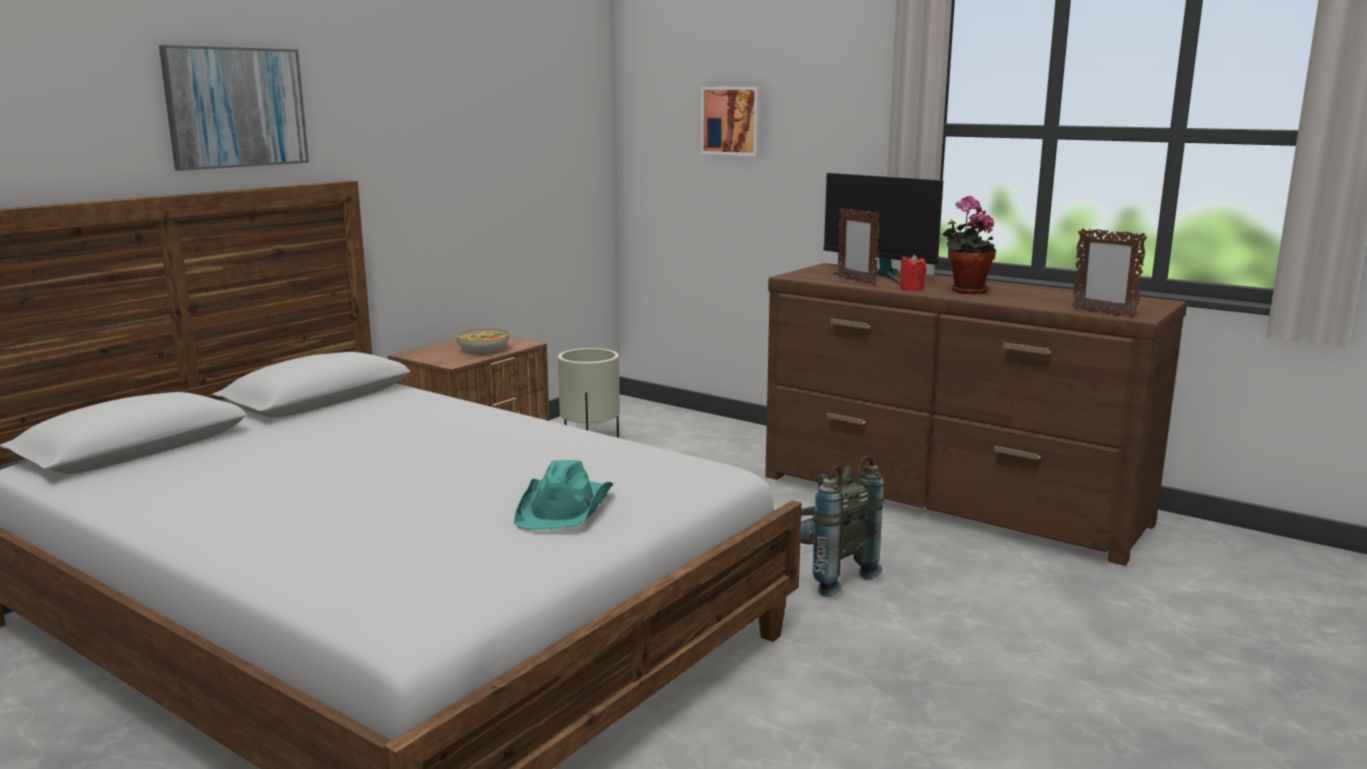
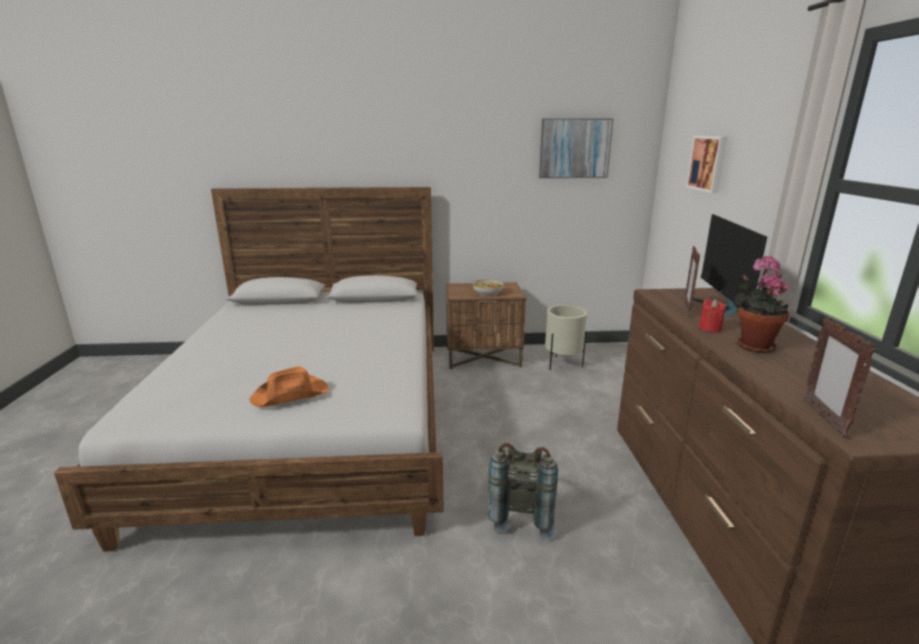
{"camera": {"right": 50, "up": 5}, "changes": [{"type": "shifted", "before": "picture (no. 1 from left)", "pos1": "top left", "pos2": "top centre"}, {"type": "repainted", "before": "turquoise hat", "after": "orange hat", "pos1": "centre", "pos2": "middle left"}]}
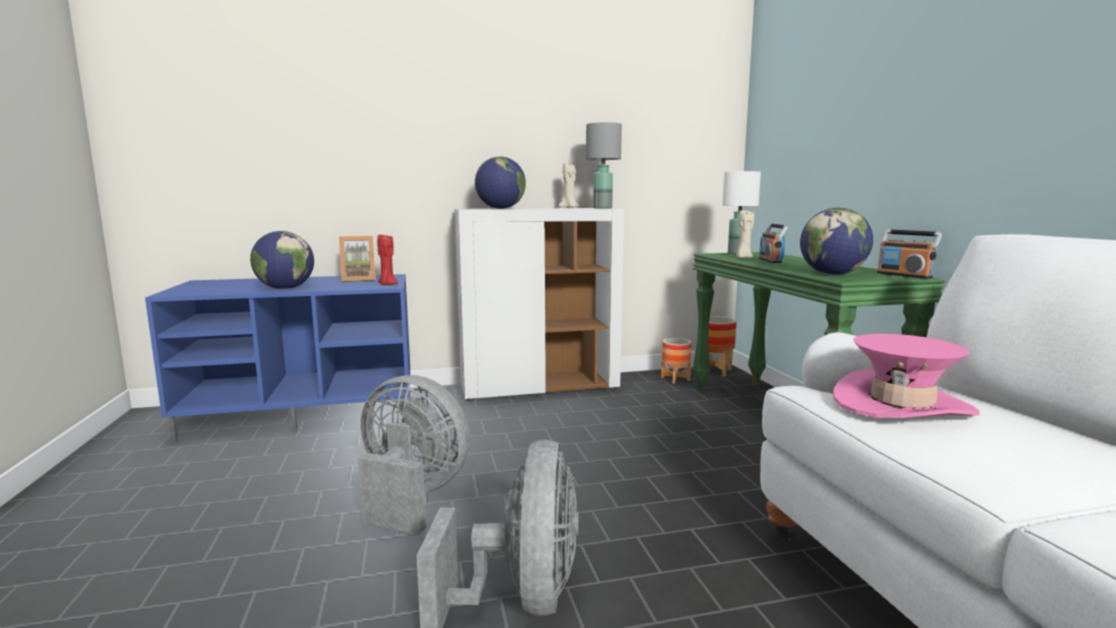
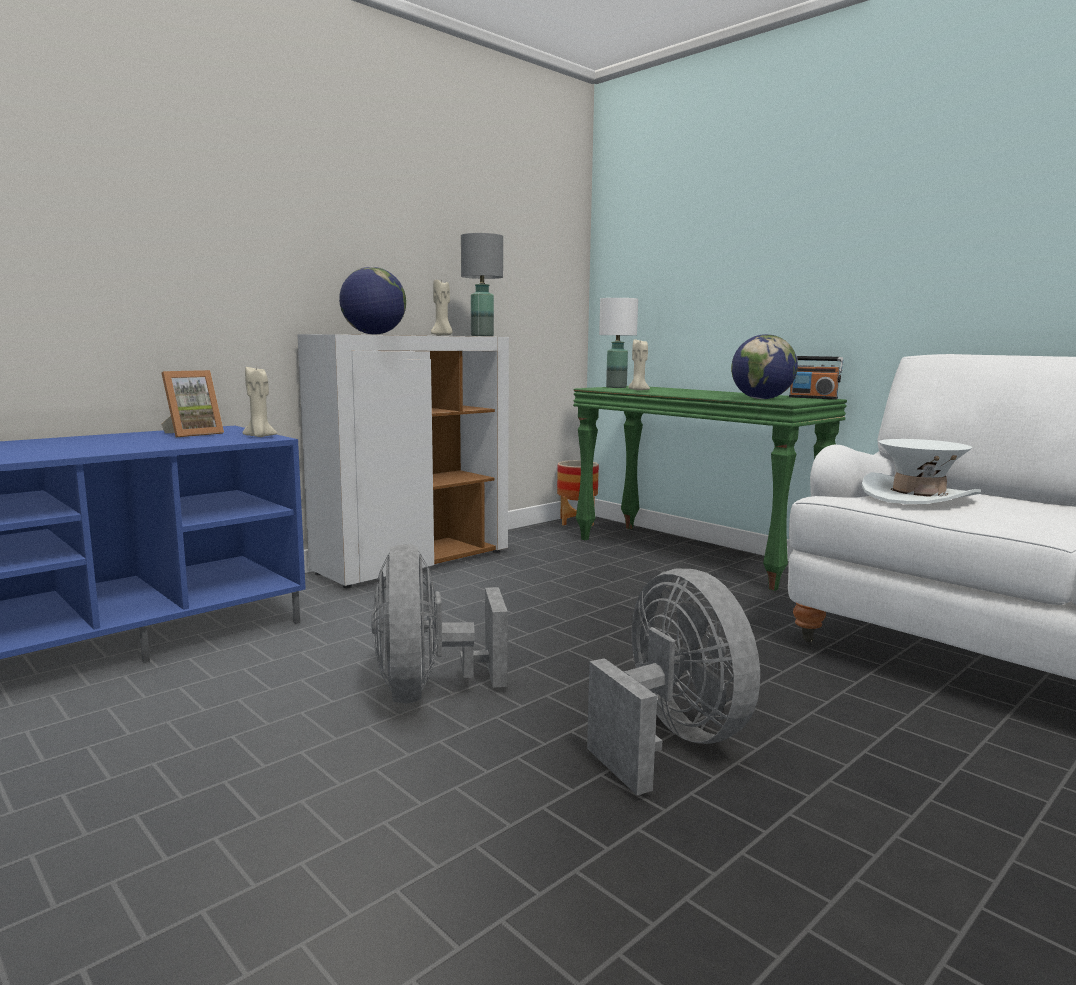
{"camera": {"right": -30, "up": 0}, "changes": [{"type": "gone", "before": "globe (no. 1 from left)", "pos1": "middle left"}, {"type": "gone", "before": "planter (no. 1 from left)", "pos1": "centre"}, {"type": "gone", "before": "radio (no. 1 from left)", "pos1": "middle right"}, {"type": "repainted", "before": "red candle", "after": "beige candle (no. 1 from left)", "pos1": "centre", "pos2": "middle left"}, {"type": "repainted", "before": "pink hat", "after": "white hat", "pos1": "middle right", "pos2": "middle right"}, {"type": "rotated", "before": "grey fan (no. 1 from left)", "pos1": "bottom centre", "pos2": "centre", "turn": -90}]}
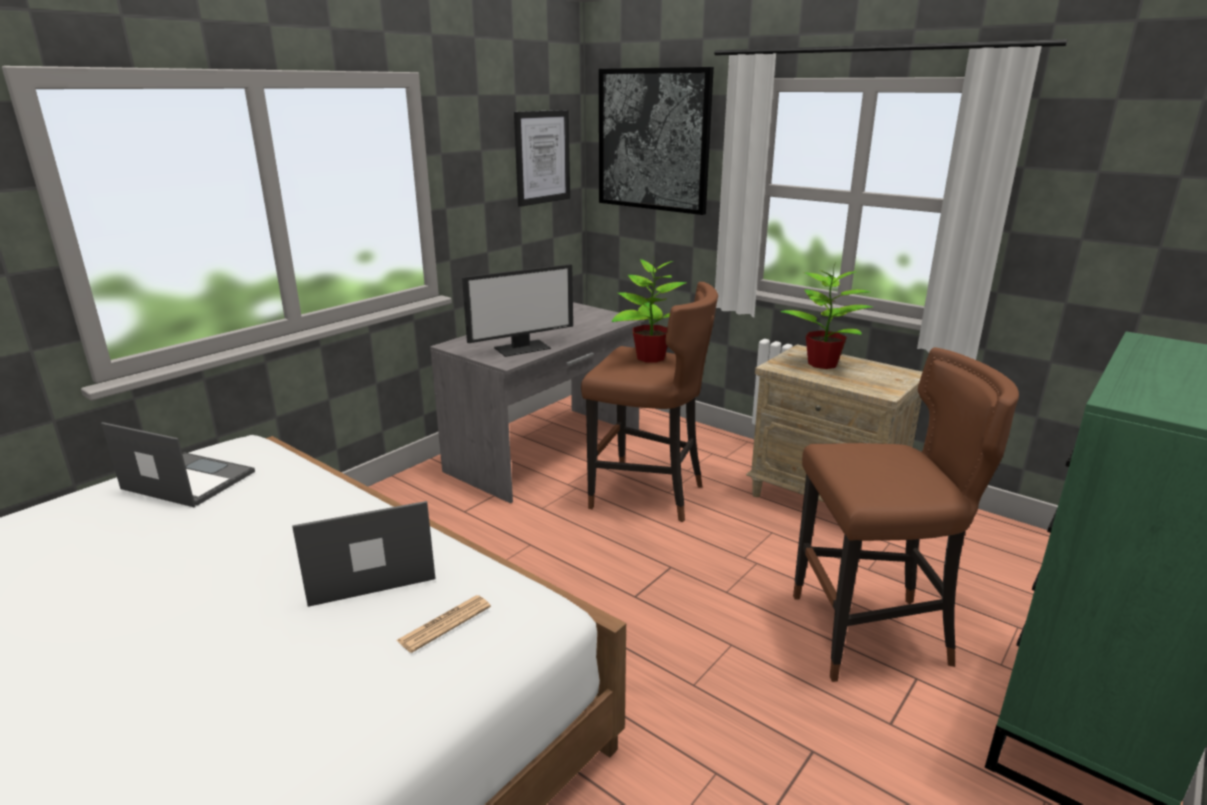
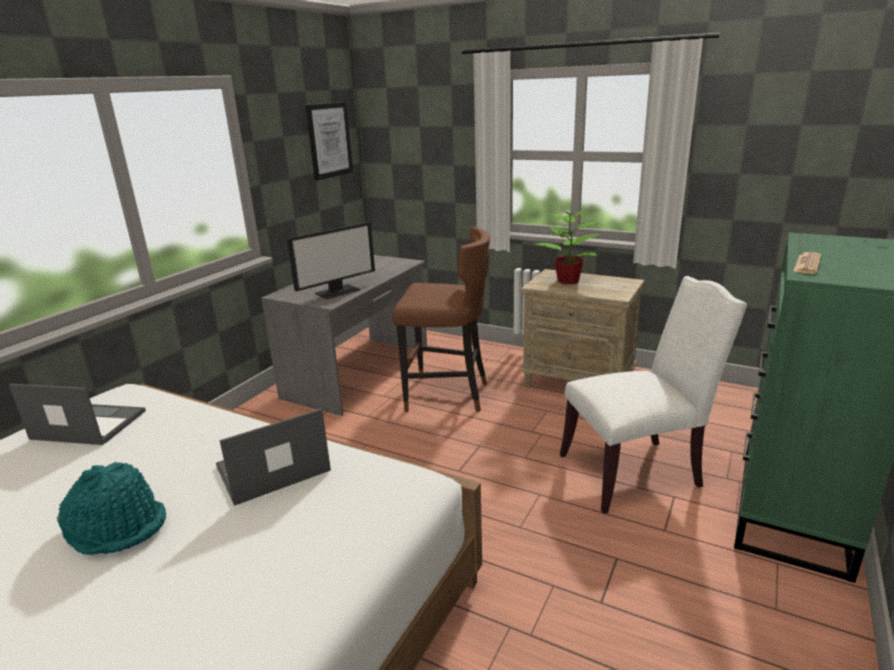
{"camera": {"right": -10, "up": 0}, "changes": [{"type": "gone", "before": "picture (no. 2 from left)", "pos1": "top centre"}, {"type": "gone", "before": "potted plant (no. 1 from left)", "pos1": "centre"}, {"type": "new", "after": "turquoise hat", "pos2": "bottom left"}, {"type": "shifted", "before": "newspaper", "pos1": "bottom centre", "pos2": "middle right"}, {"type": "swapped", "before": "brown stool (no. 2 from left)", "after": "white chair", "pos1": "middle right", "pos2": "middle right"}]}
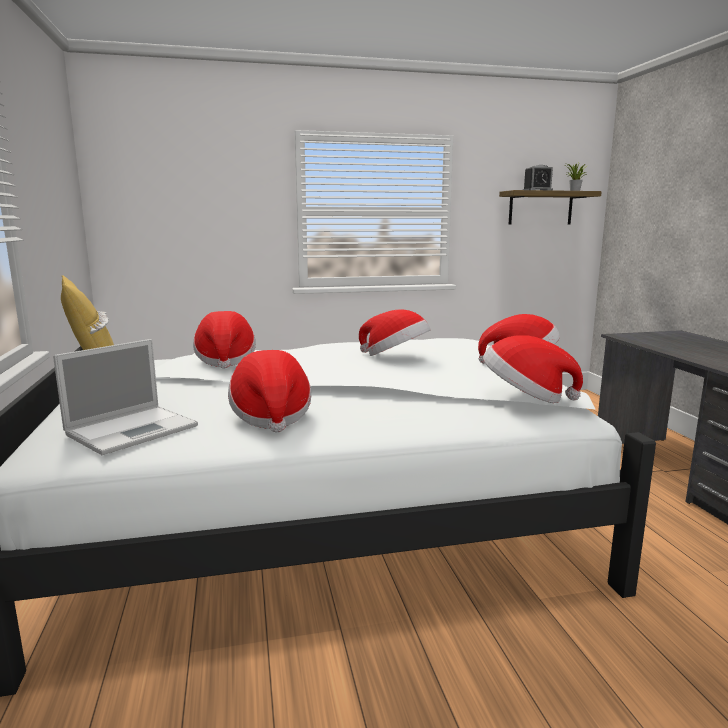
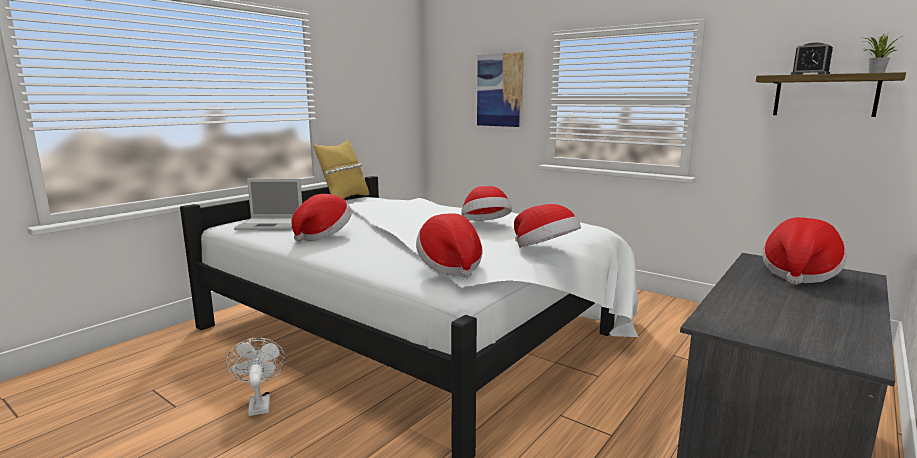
{"camera": {"right": 50, "up": 0}, "changes": [{"type": "new", "after": "white fan", "pos2": "bottom left"}, {"type": "new", "after": "picture", "pos2": "top centre"}, {"type": "shifted", "before": "hat (no. 1 from left in the first image)", "after": "hat (no. 5 from left)", "pos1": "middle left", "pos2": "middle right"}]}
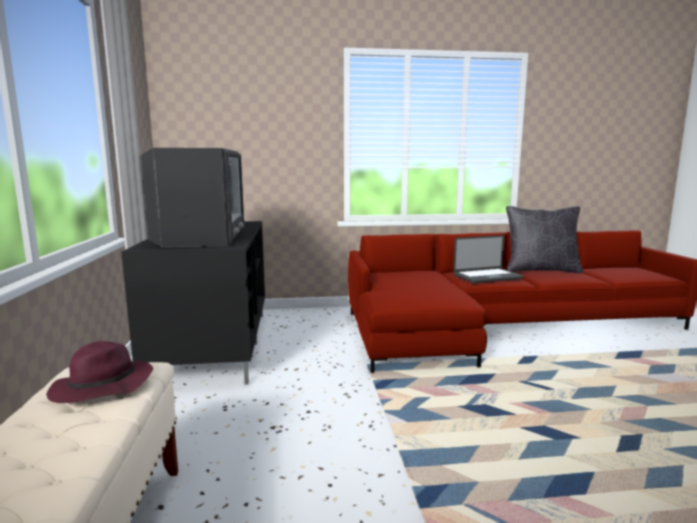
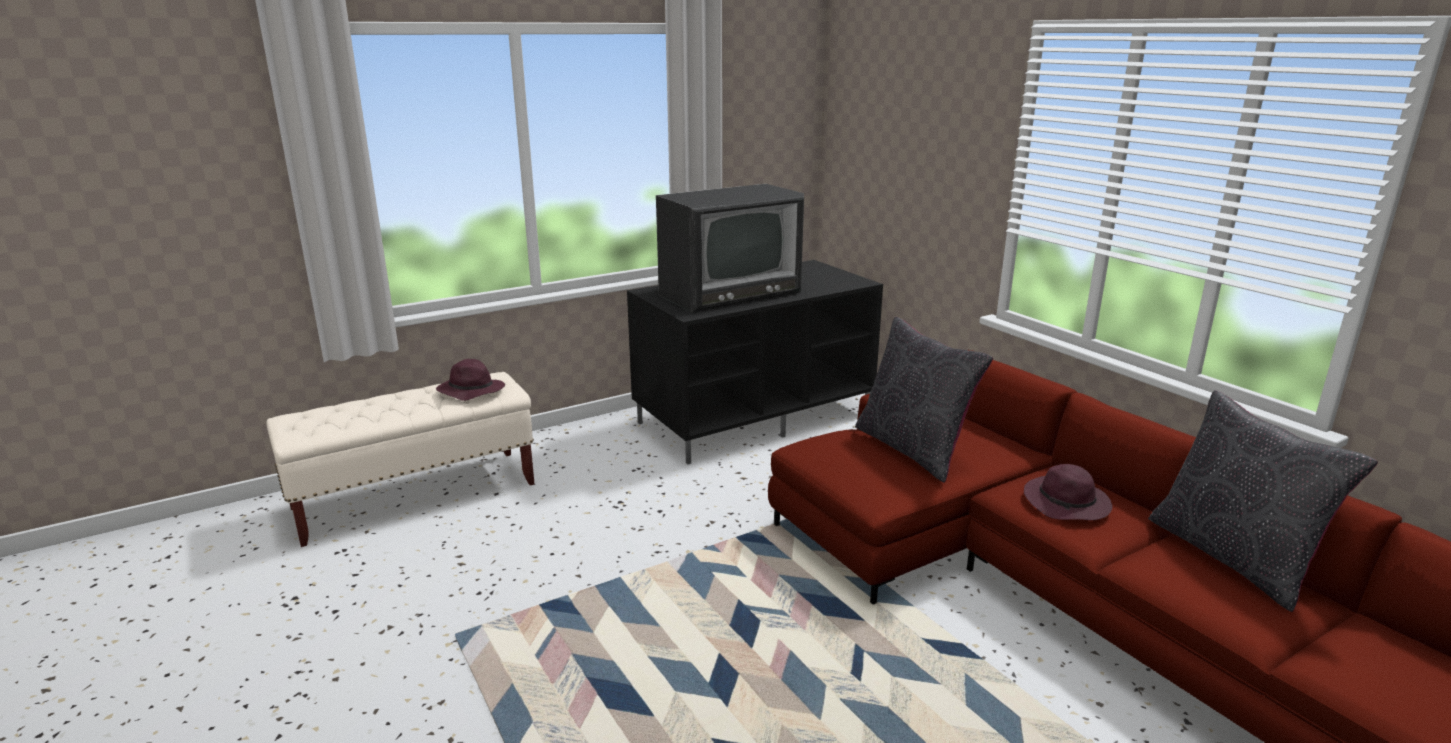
{"camera": {"right": 65, "up": 10}, "changes": [{"type": "new", "after": "black pillow (no. 1 from left)", "pos2": "centre"}, {"type": "swapped", "before": "laptop", "after": "purple hat (no. 2 from left)", "pos1": "middle right", "pos2": "middle right"}]}
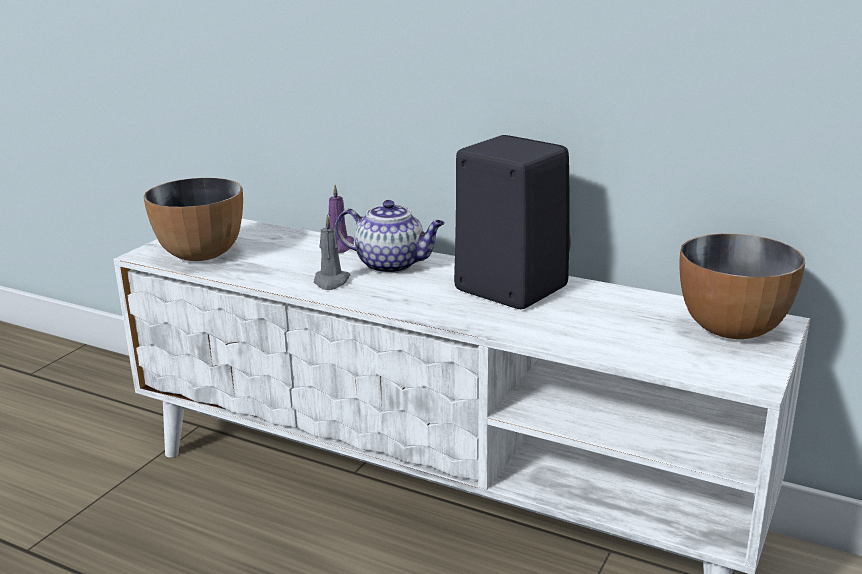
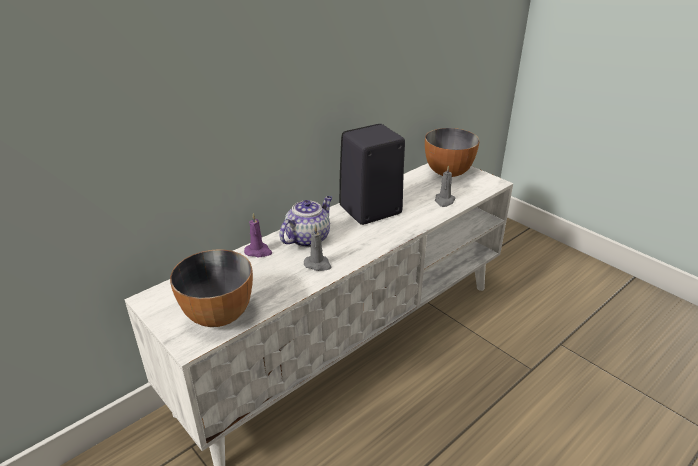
{"camera": {"right": -70, "up": 10}, "changes": [{"type": "new", "after": "grey candle (no. 2 from left)", "pos2": "centre"}]}
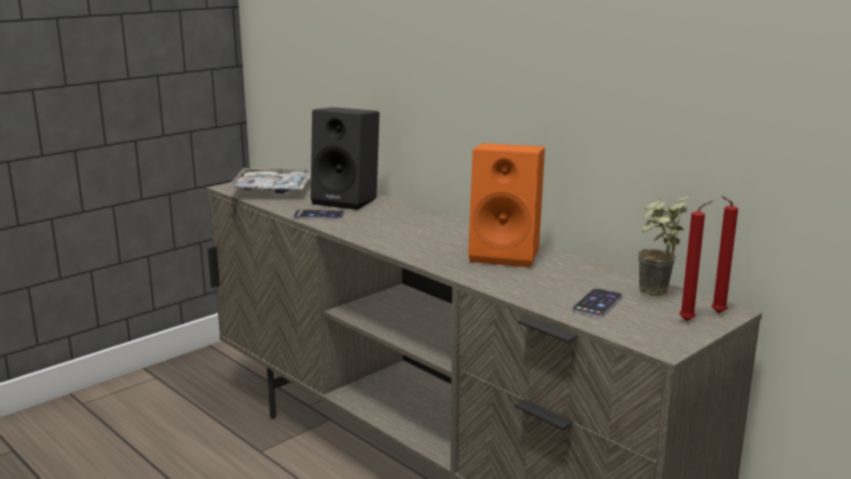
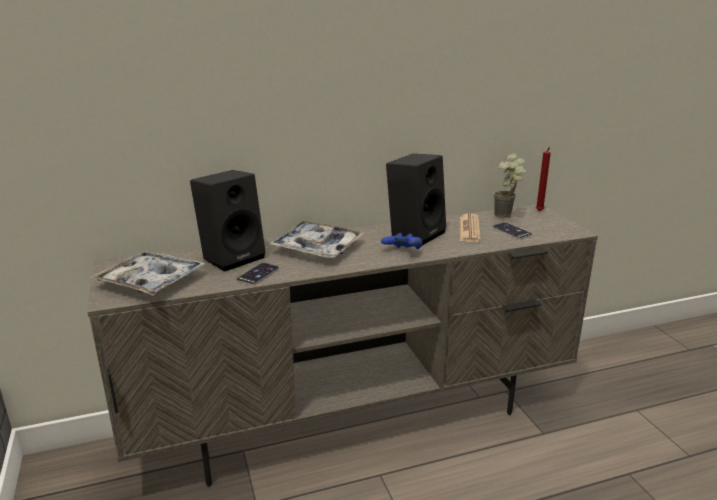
{"camera": {"right": -65, "up": 5}, "changes": [{"type": "gone", "before": "red candle (no. 1 from left)", "pos1": "middle right"}, {"type": "new", "after": "tray (no. 2 from left)", "pos2": "centre"}, {"type": "new", "after": "blue game controller", "pos2": "centre"}, {"type": "new", "after": "newspaper", "pos2": "centre"}, {"type": "repainted", "before": "orange speaker", "after": "black speaker (no. 2 from left)", "pos1": "centre", "pos2": "centre"}]}
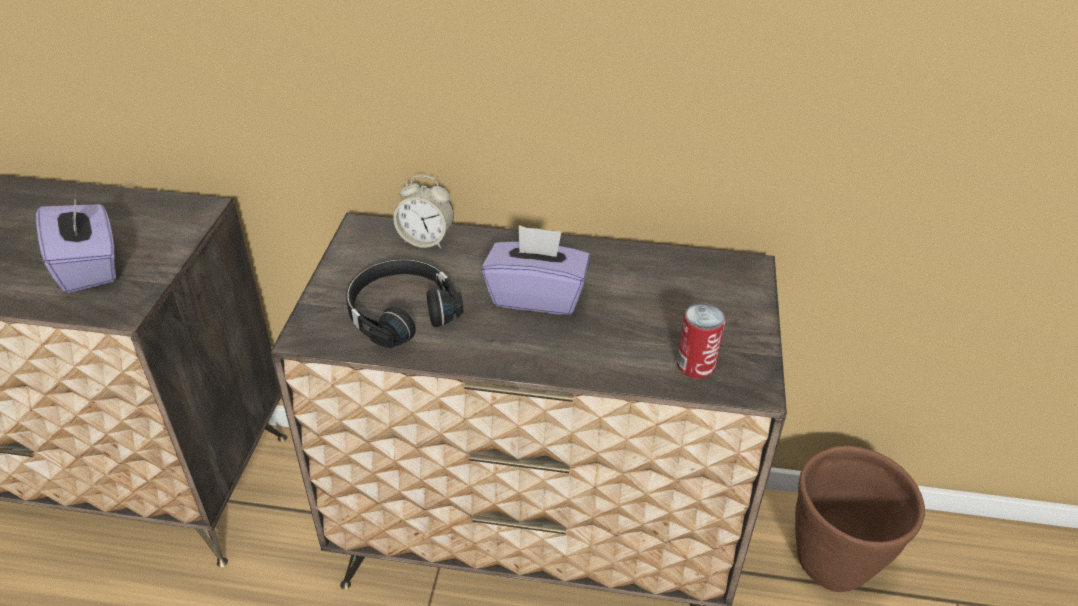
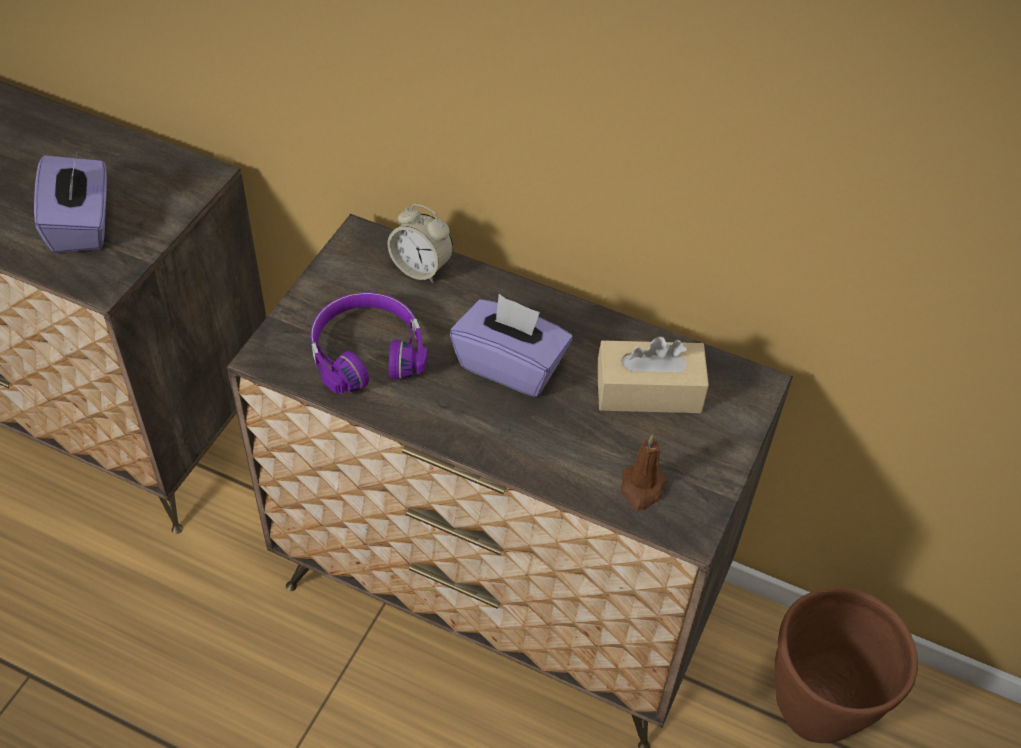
{"camera": {"right": 15, "up": 10}, "changes": [{"type": "new", "after": "beige tissue box", "pos2": "centre"}, {"type": "swapped", "before": "can", "after": "brown candle", "pos1": "centre", "pos2": "centre"}, {"type": "repainted", "before": "black headphones", "after": "purple headphones", "pos1": "centre", "pos2": "centre"}]}
